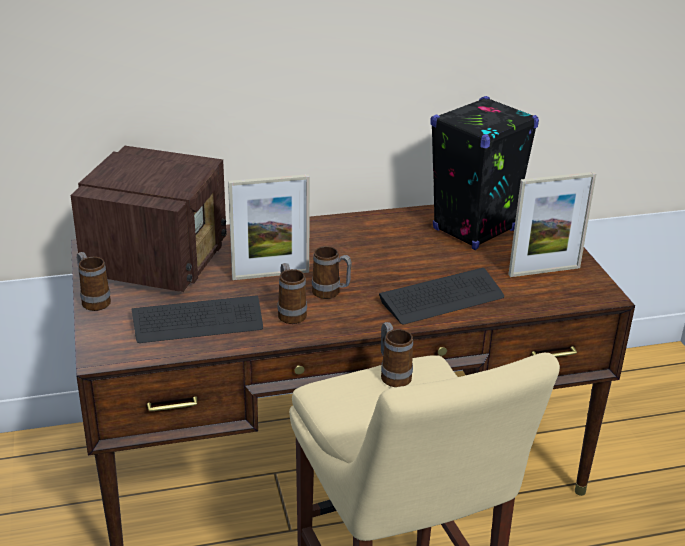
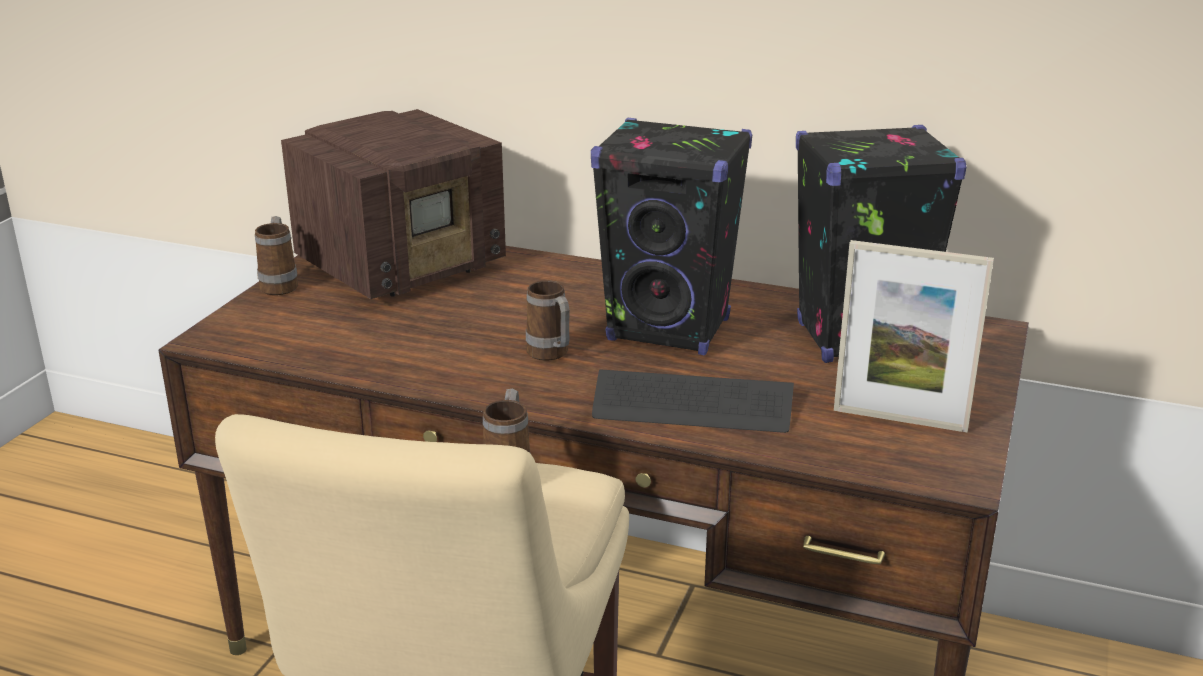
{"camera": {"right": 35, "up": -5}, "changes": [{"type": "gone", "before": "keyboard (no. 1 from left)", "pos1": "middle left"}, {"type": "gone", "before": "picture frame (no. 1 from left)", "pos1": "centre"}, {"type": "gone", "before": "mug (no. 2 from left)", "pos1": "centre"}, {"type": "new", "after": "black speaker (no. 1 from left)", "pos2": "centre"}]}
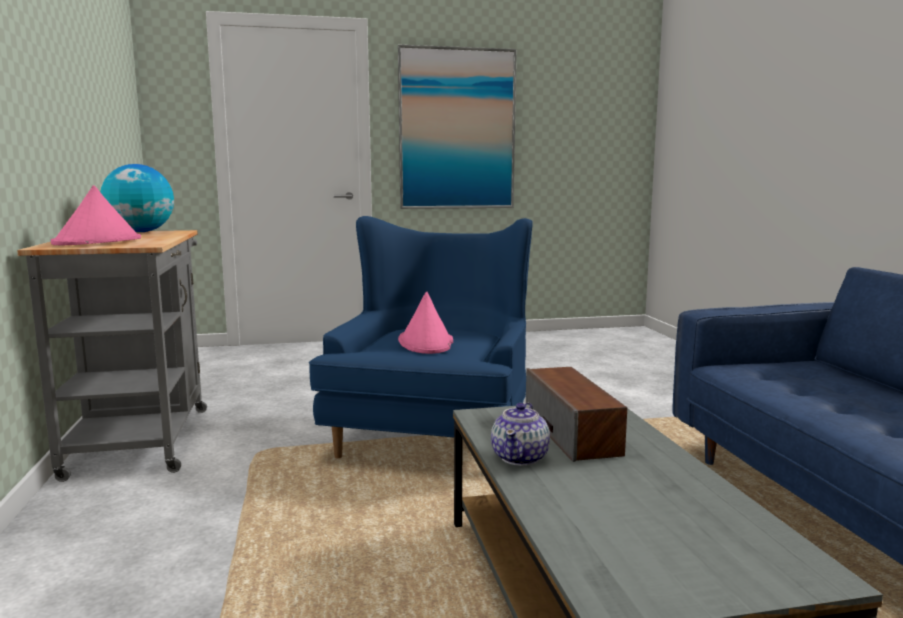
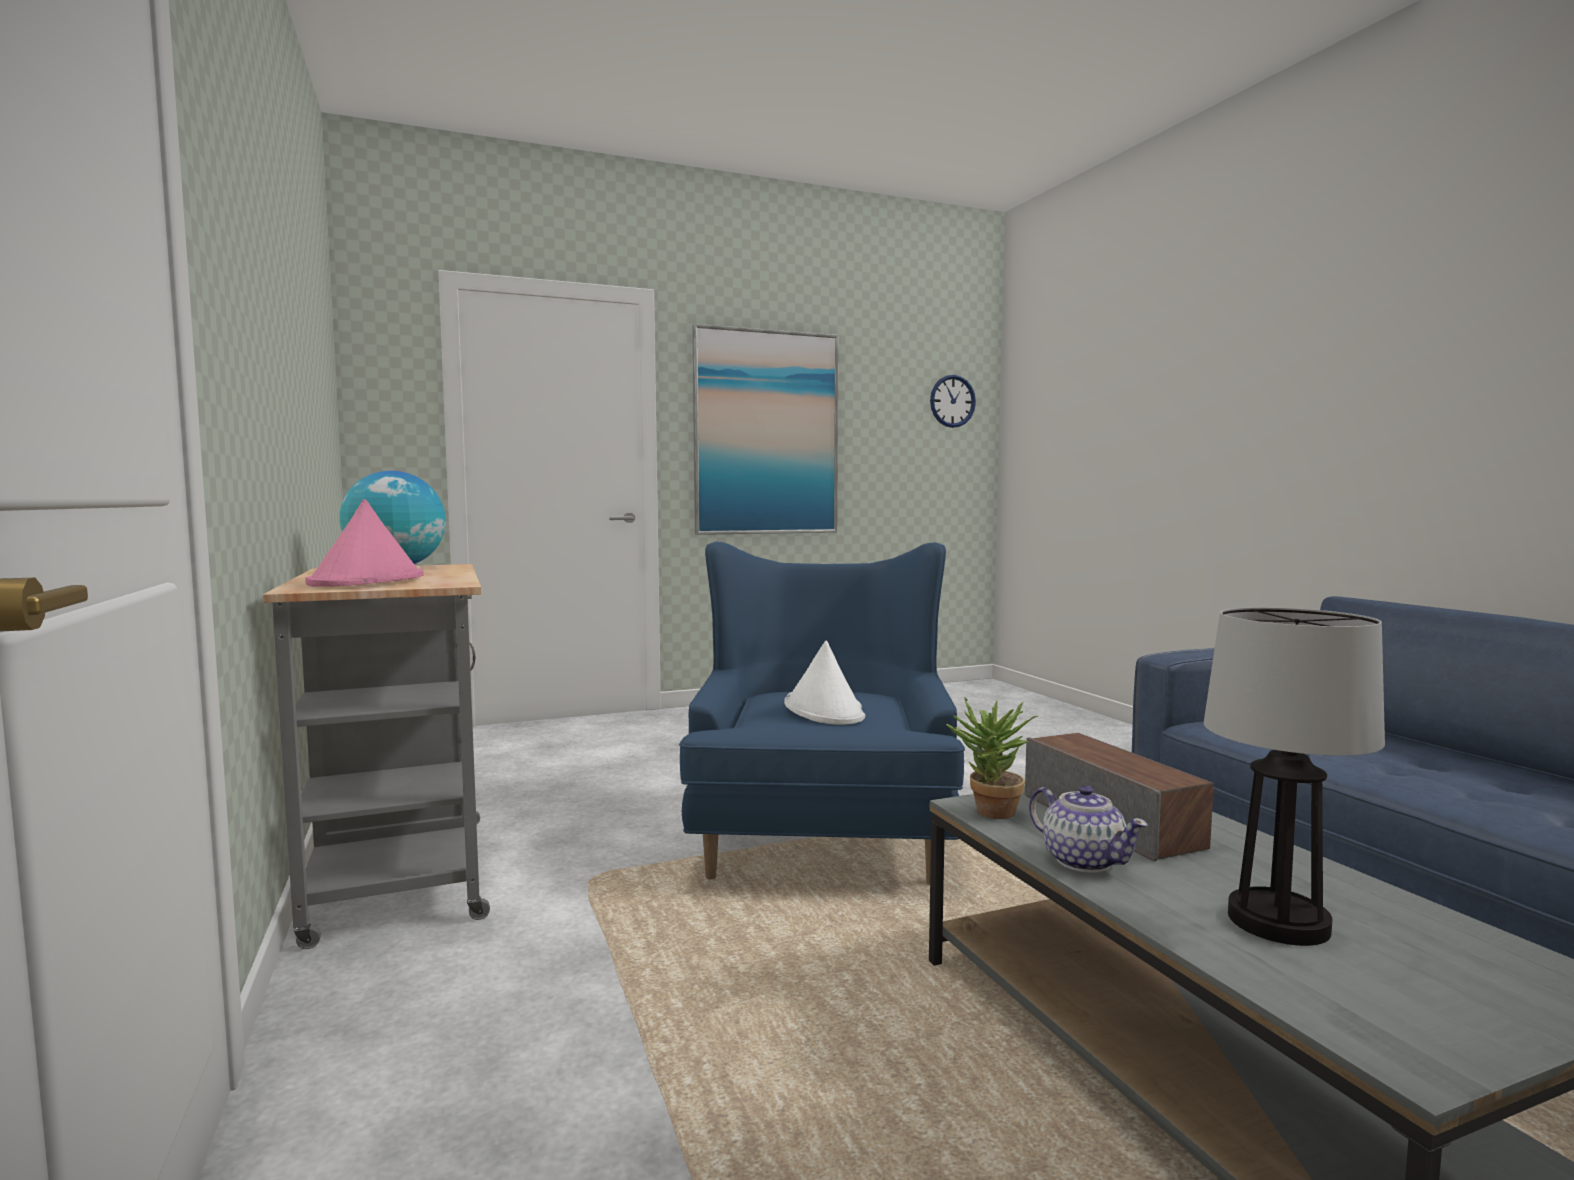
{"camera": {"right": -10, "up": -5}, "changes": [{"type": "new", "after": "wall clock", "pos2": "centre"}, {"type": "new", "after": "potted plant", "pos2": "centre"}, {"type": "new", "after": "table lamp", "pos2": "middle right"}, {"type": "repainted", "before": "pink hat (no. 2 from left)", "after": "white hat", "pos1": "centre", "pos2": "centre"}, {"type": "rotated", "before": "teapot", "pos1": "bottom centre", "pos2": "bottom right", "turn": -45}]}
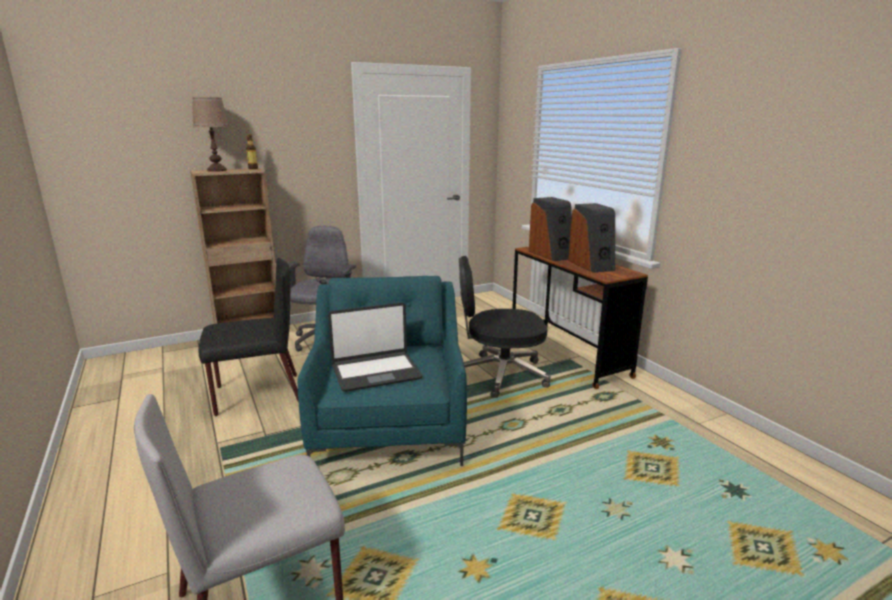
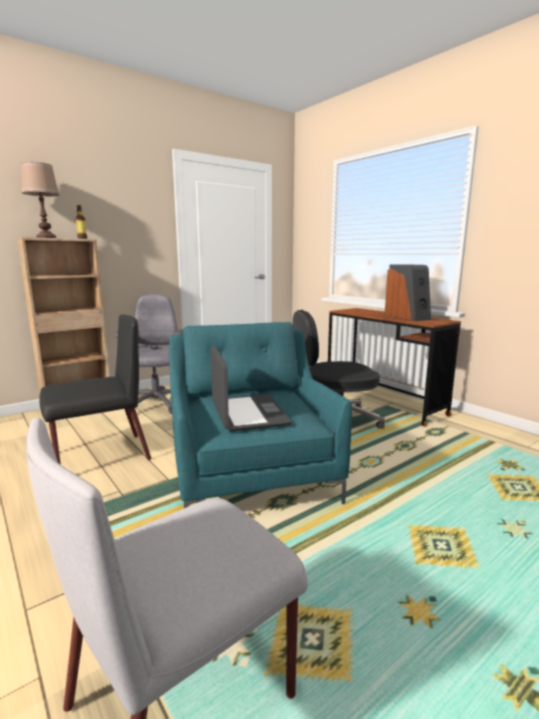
{"camera": {"right": -10, "up": -5}, "changes": [{"type": "gone", "before": "speaker (no. 1 from left)", "pos1": "centre"}, {"type": "rotated", "before": "laptop", "pos1": "centre", "pos2": "centre", "turn": -75}]}
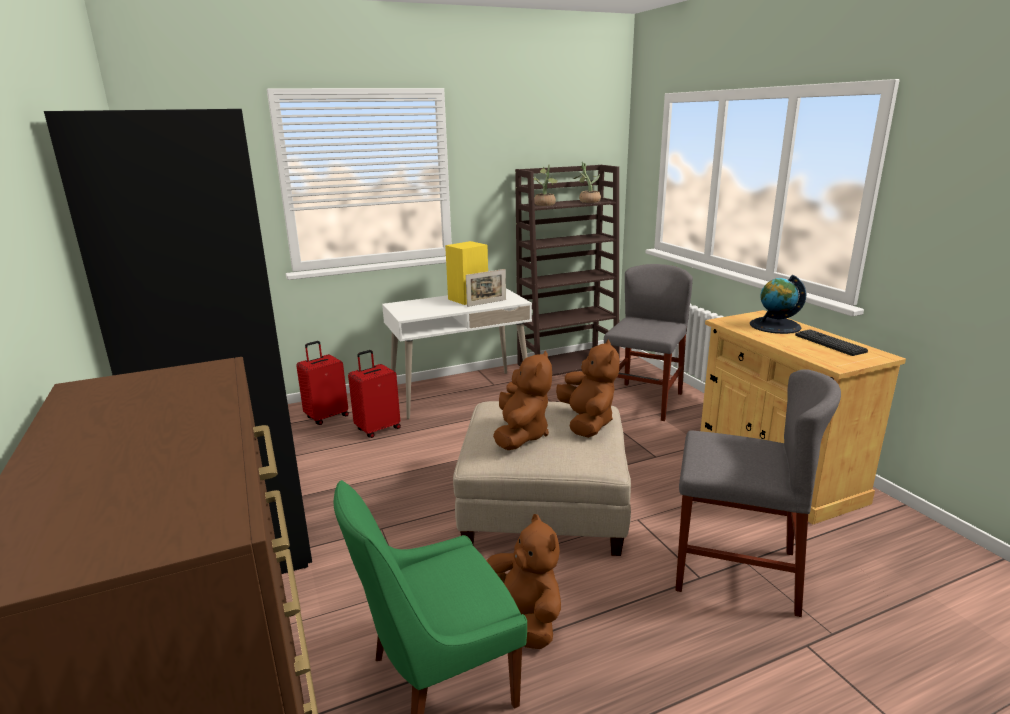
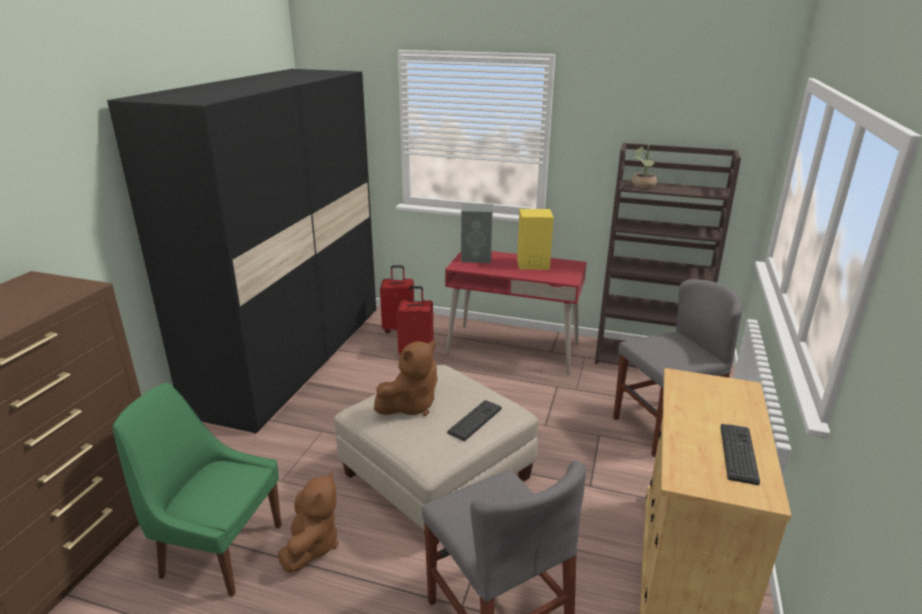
{"camera": {"right": 40, "up": 5}, "changes": [{"type": "gone", "before": "picture frame", "pos1": "centre"}, {"type": "gone", "before": "potted plant (no. 2 from left)", "pos1": "top centre"}, {"type": "gone", "before": "globe", "pos1": "middle right"}, {"type": "new", "after": "grey speaker", "pos2": "centre"}, {"type": "swapped", "before": "brown plush toy (no. 3 from left)", "after": "keyboard (no. 1 from left)", "pos1": "centre", "pos2": "bottom centre"}, {"type": "repainted", "before": "white desk", "after": "red desk", "pos1": "centre", "pos2": "centre"}]}
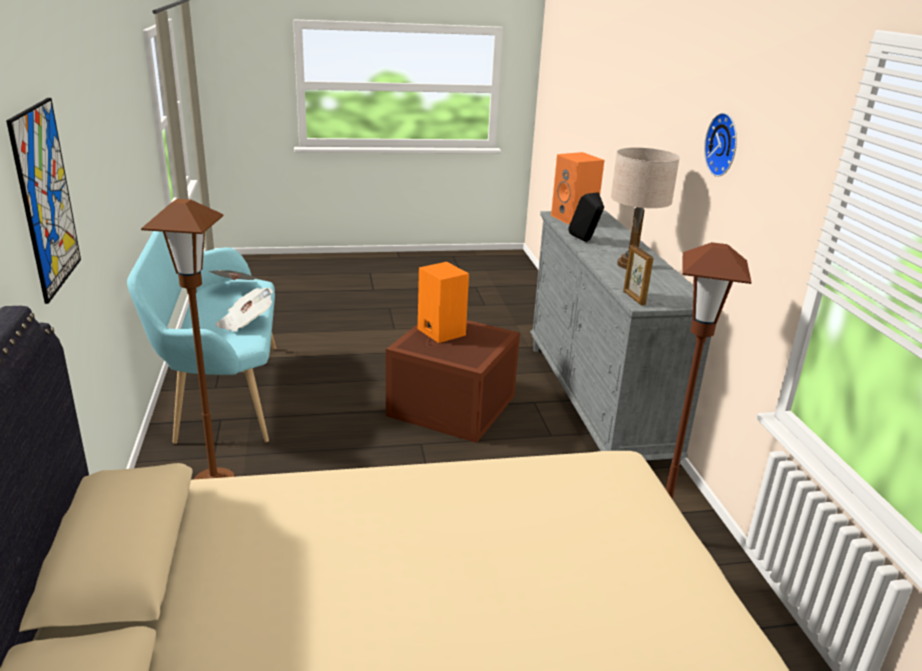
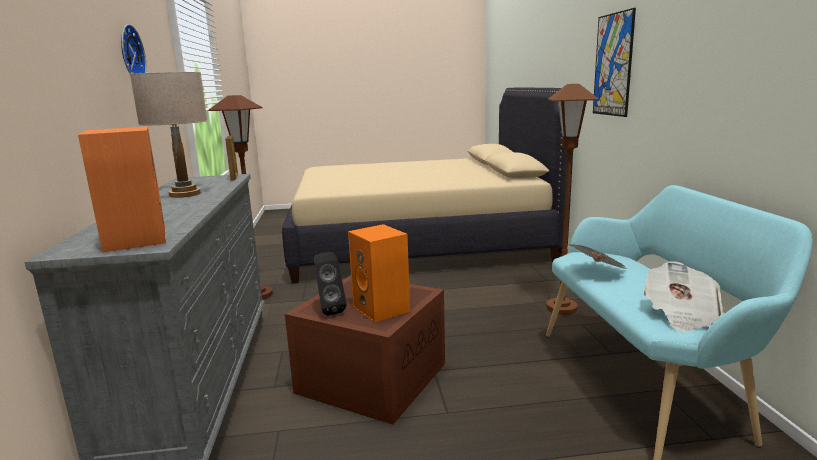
{"camera": {"right": -175, "up": -10}, "changes": [{"type": "shifted", "before": "black speaker", "pos1": "top centre", "pos2": "centre"}]}
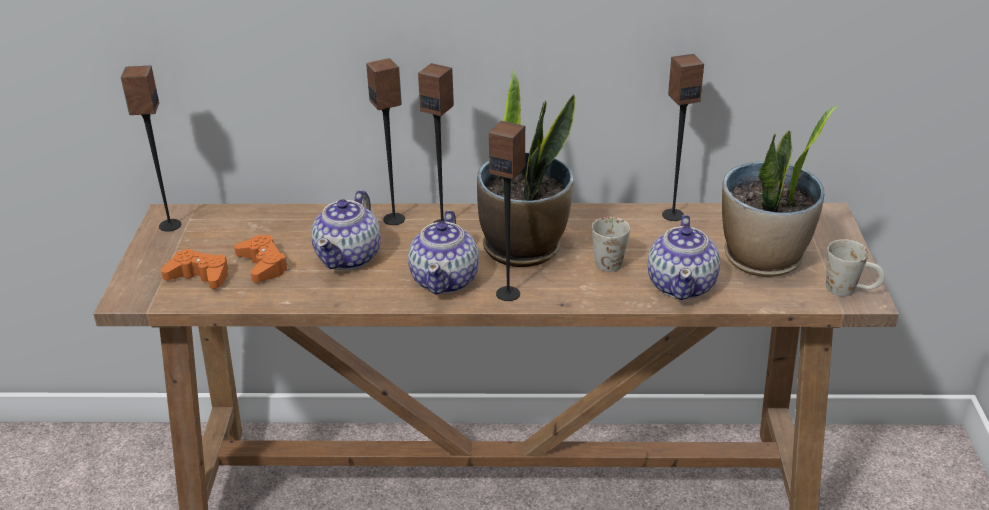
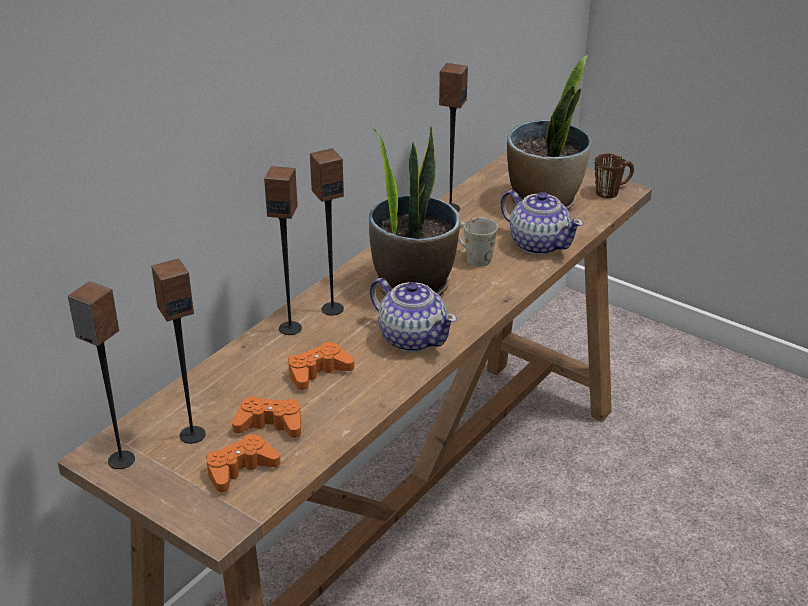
{"camera": {"right": -55, "up": 0}, "changes": [{"type": "shifted", "before": "speaker (no. 4 from left in the first image)", "after": "speaker (no. 2 from left)", "pos1": "centre", "pos2": "middle left"}, {"type": "swapped", "before": "teapot (no. 1 from left)", "after": "orange game controller (no. 3 from left)", "pos1": "centre", "pos2": "centre"}, {"type": "repainted", "before": "white mug (no. 2 from left)", "after": "brown mug", "pos1": "middle right", "pos2": "top right"}]}
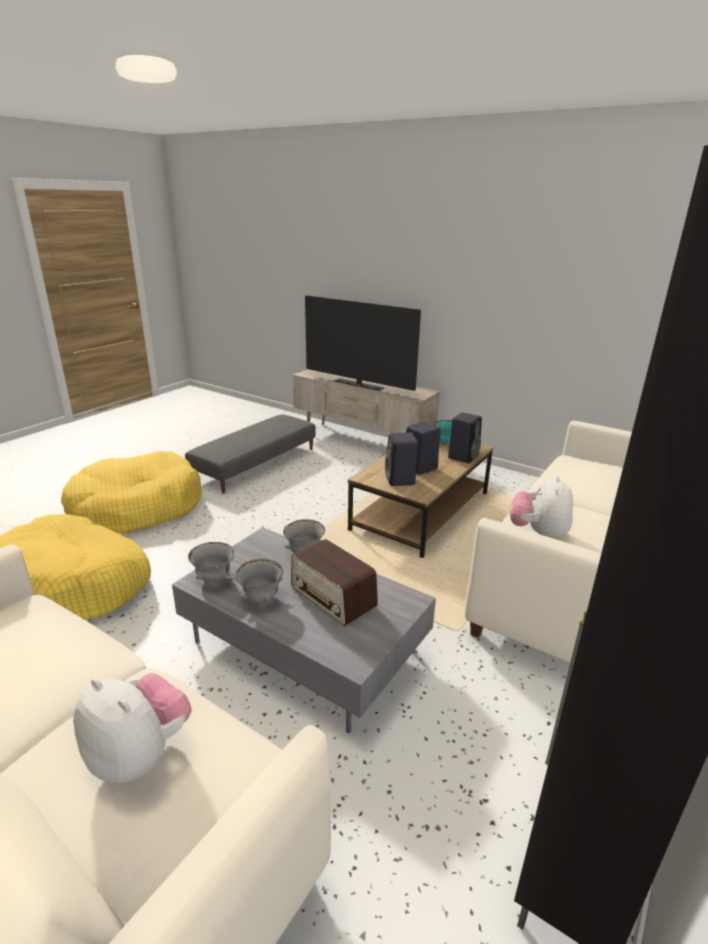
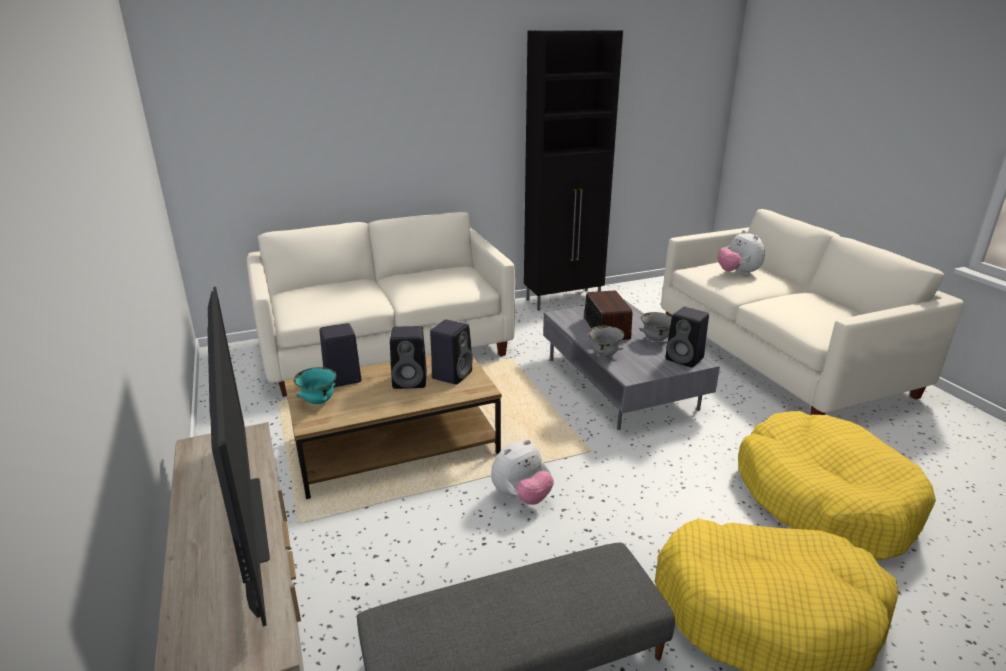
{"camera": {"right": -145, "up": 0}, "changes": [{"type": "shifted", "before": "plush toy (no. 2 from left in the first image)", "after": "plush toy (no. 1 from left)", "pos1": "middle right", "pos2": "bottom centre"}, {"type": "swapped", "before": "grey bowl (no. 1 from left)", "after": "black speaker (no. 4 from left)", "pos1": "middle left", "pos2": "middle right"}]}
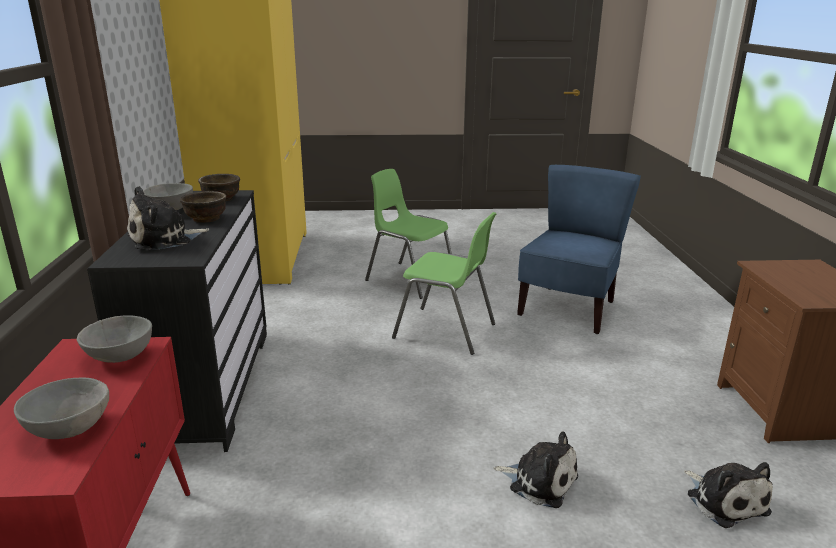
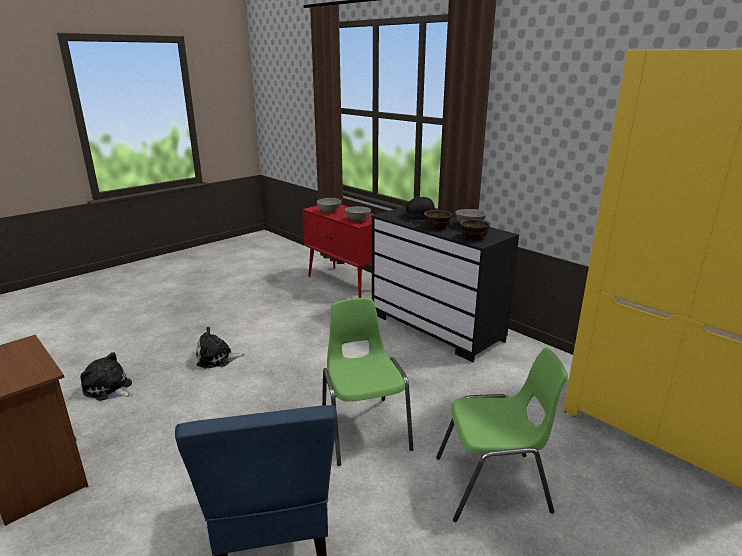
{"camera": {"right": 140, "up": 0}, "changes": [{"type": "swapped", "before": "plush toy (no. 1 from left)", "after": "black hat", "pos1": "middle left", "pos2": "centre"}, {"type": "rotated", "before": "green chair (no. 2 from left in the first image)", "pos1": "centre", "pos2": "bottom centre", "turn": 90}]}
